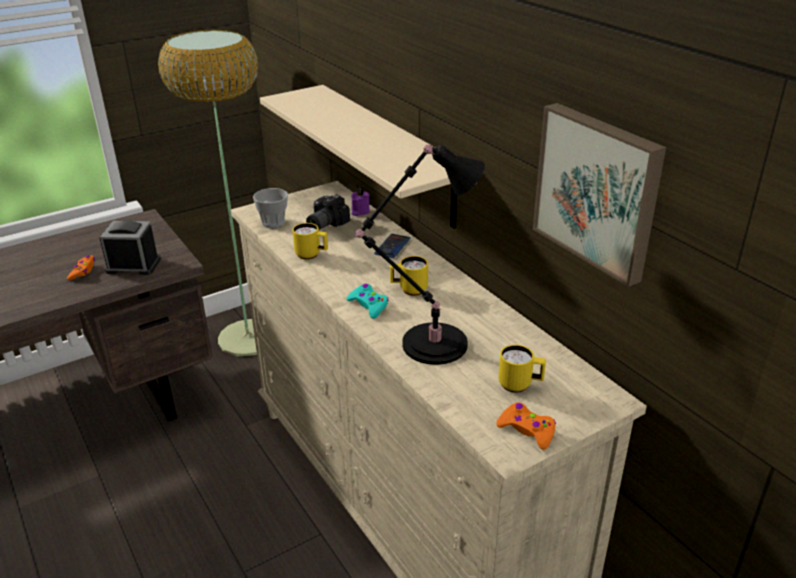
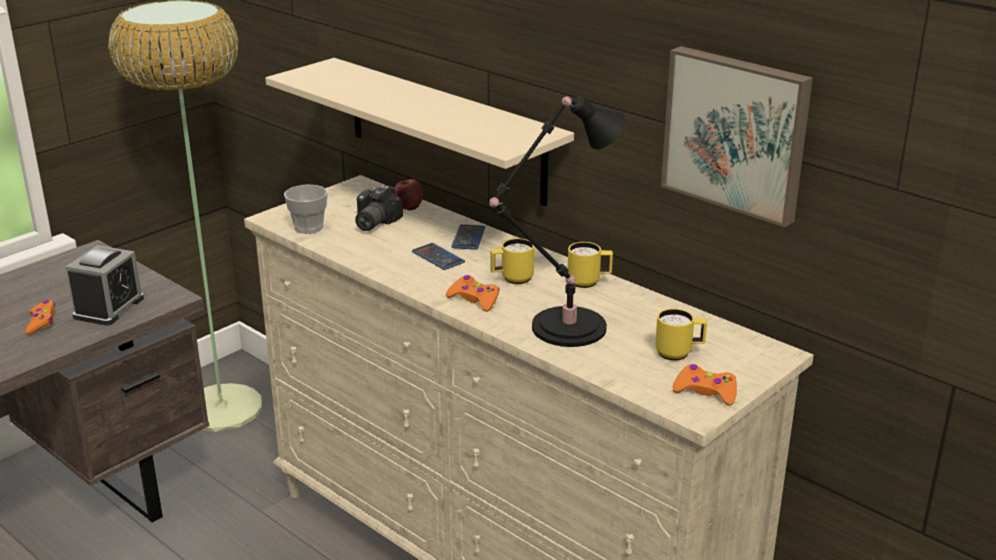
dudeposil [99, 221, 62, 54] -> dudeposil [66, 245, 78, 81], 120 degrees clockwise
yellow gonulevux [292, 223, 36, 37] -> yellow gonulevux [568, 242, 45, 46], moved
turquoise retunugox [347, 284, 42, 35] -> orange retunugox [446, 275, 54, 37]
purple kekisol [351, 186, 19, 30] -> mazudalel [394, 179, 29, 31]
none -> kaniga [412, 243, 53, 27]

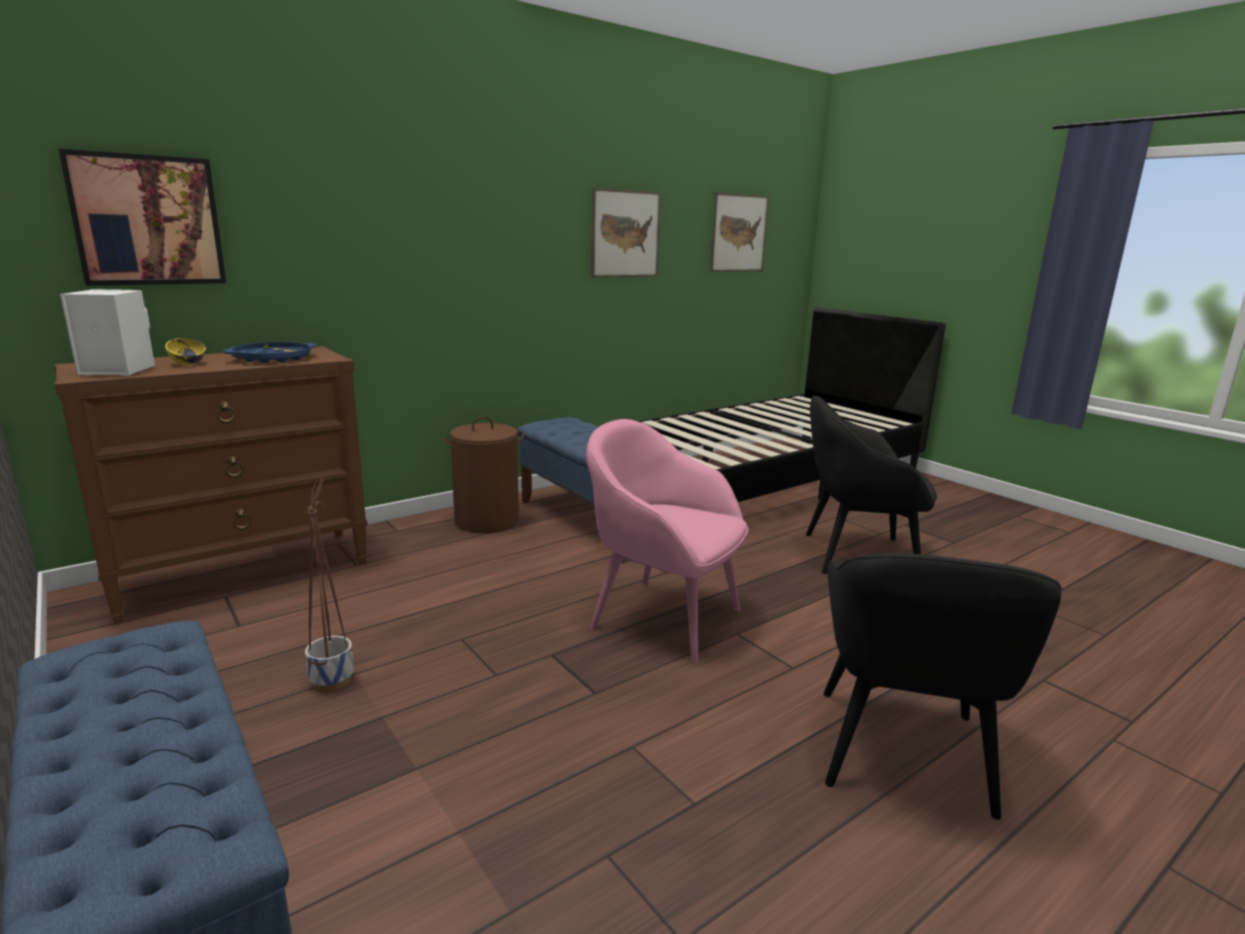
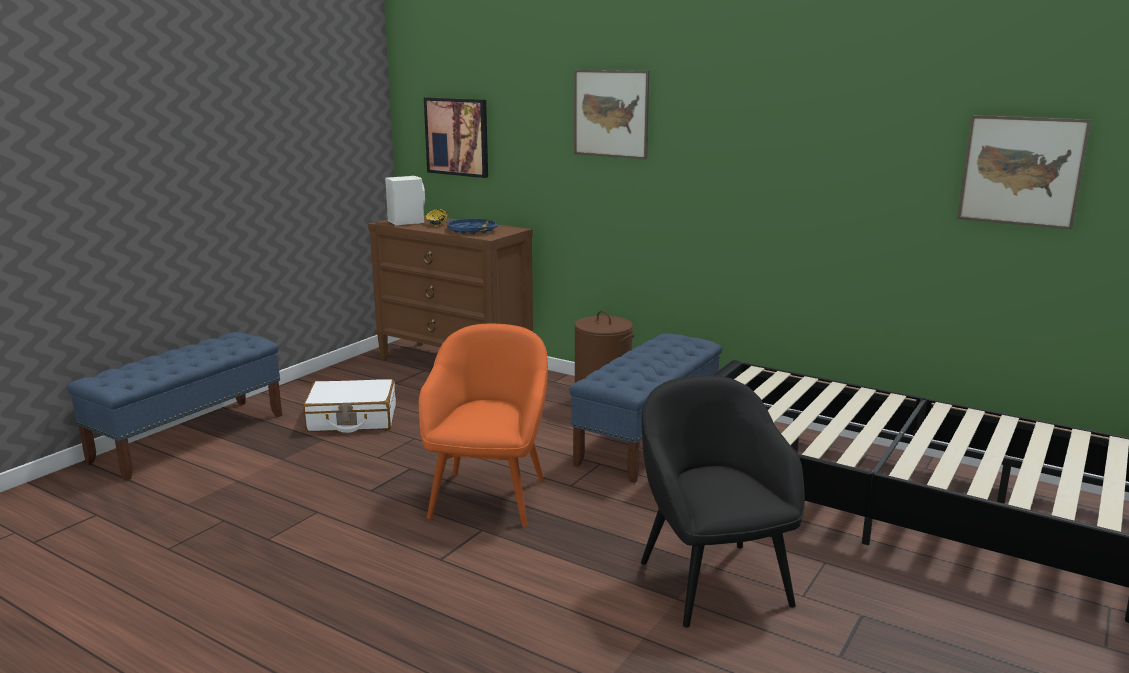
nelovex [305, 478, 49, 213] -> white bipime [303, 379, 93, 54]
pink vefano [586, 419, 163, 244] -> orange vefano [419, 324, 129, 203]
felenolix [591, 188, 70, 90] -> felenolix [574, 70, 75, 89], moved
black vefano [823, 553, 238, 267] -> none

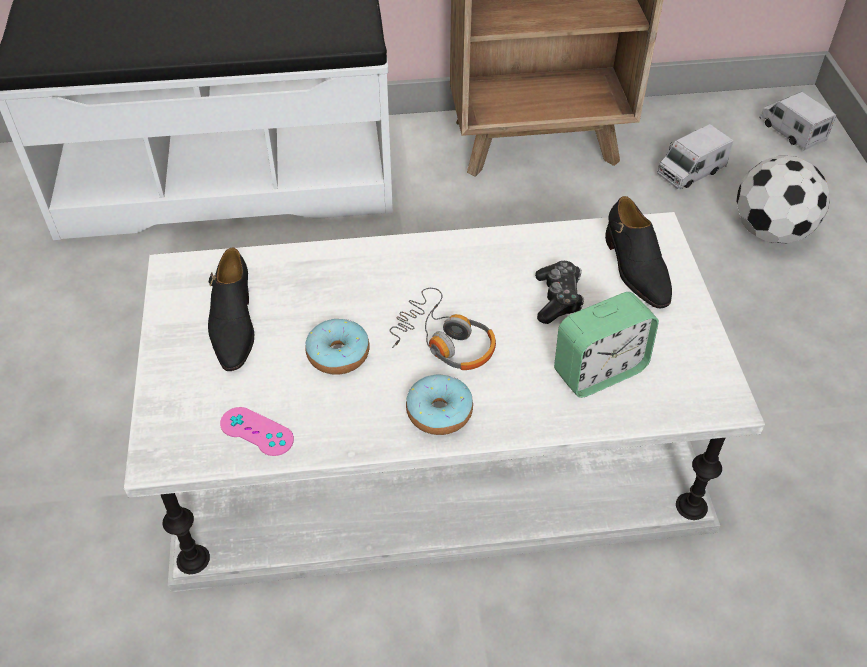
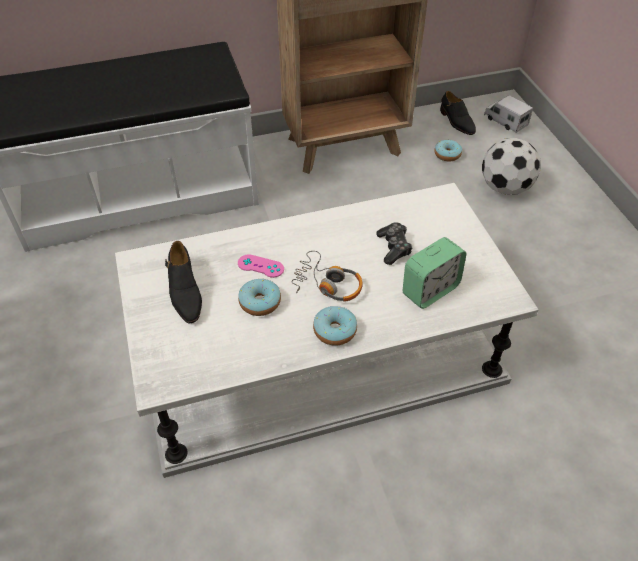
pink retunugox [220, 407, 74, 49] -> pink retunugox [238, 254, 46, 24], moved
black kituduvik [605, 196, 67, 112] -> black kituduvik [440, 91, 36, 44], moved
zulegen [657, 124, 76, 65] -> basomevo [434, 140, 28, 21]

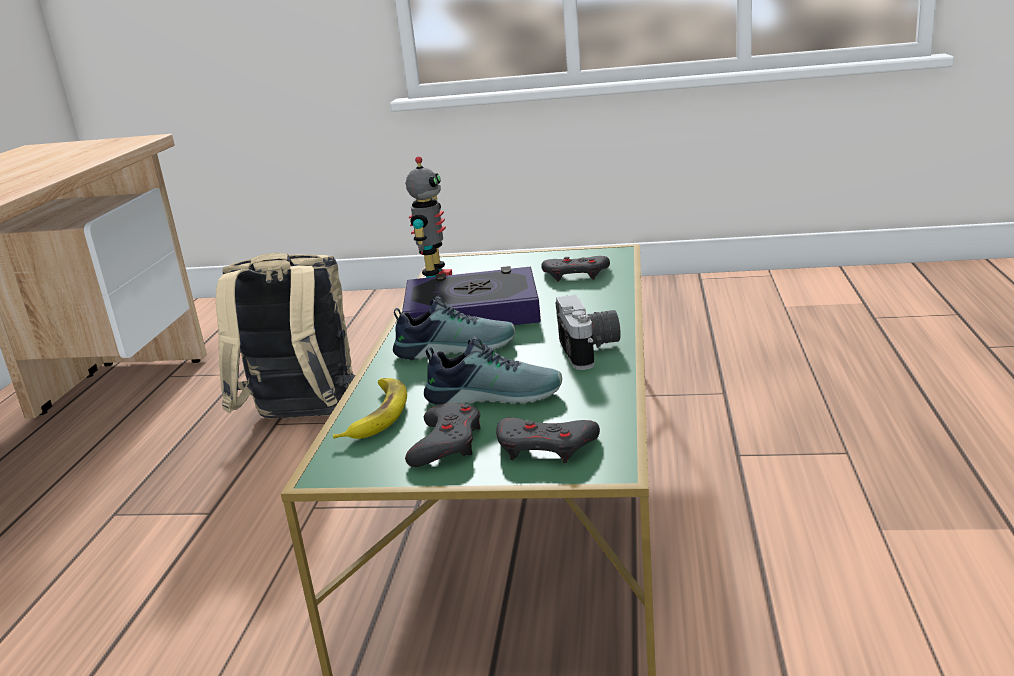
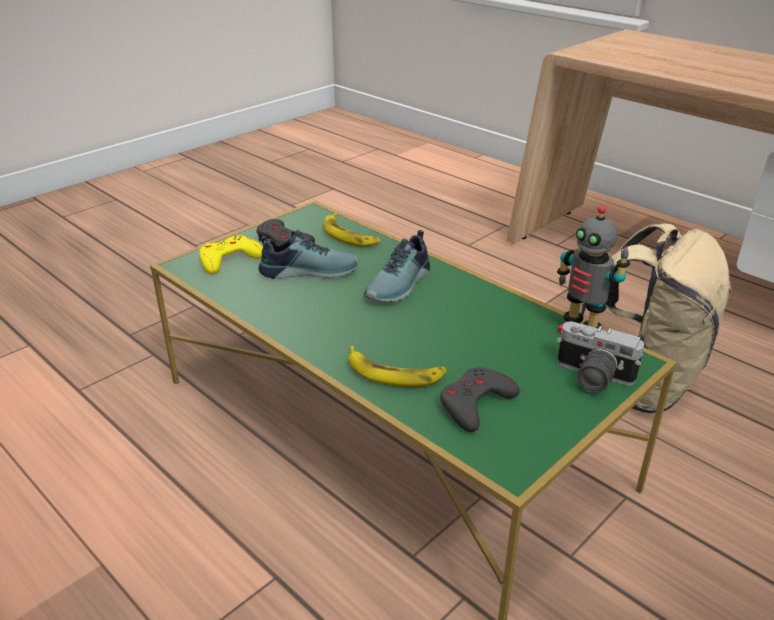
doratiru [402, 266, 139, 59] -> none
kituduvik [424, 336, 138, 69] -> kituduvik [259, 230, 99, 49], 135 degrees counterclockwise
grey retunugox [496, 417, 104, 46] -> yellow retunugox [199, 235, 64, 39]
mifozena [556, 294, 65, 76] -> mifozena [557, 321, 87, 72], moved
none -> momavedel [348, 346, 99, 41]

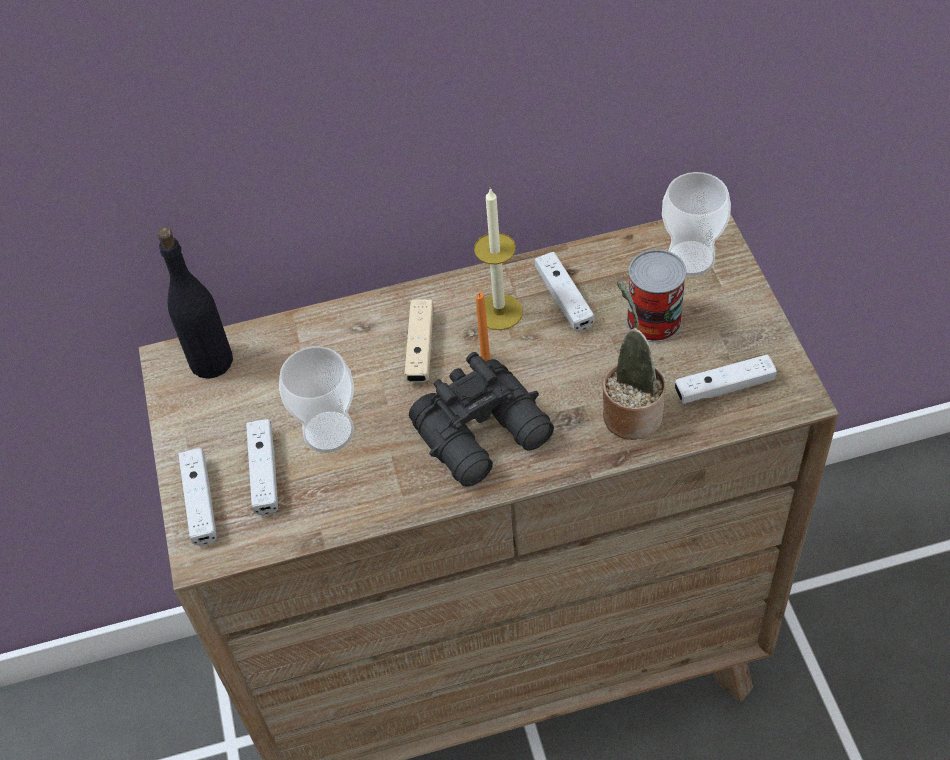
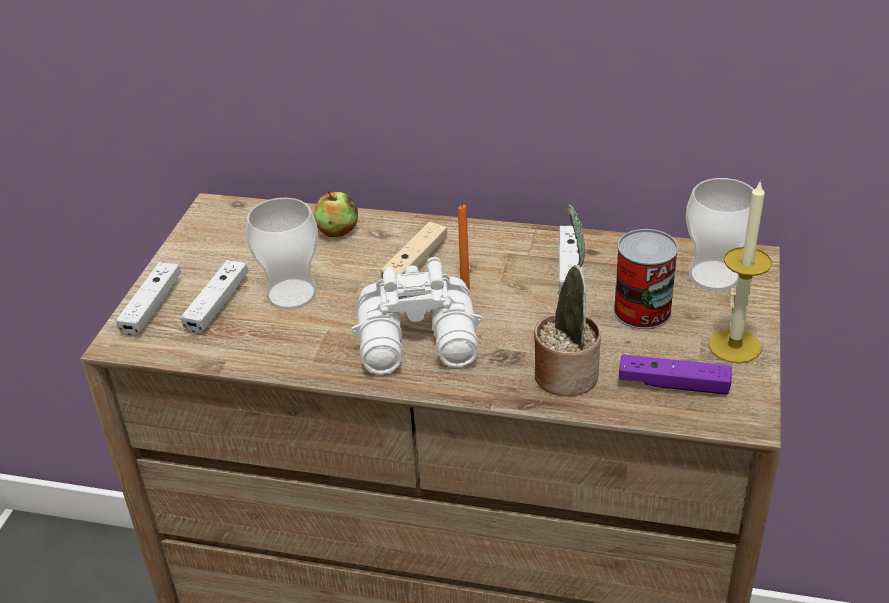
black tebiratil [157, 227, 76, 152] -> none
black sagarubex [409, 352, 145, 135] -> white sagarubex [351, 257, 132, 118]
kekisol [474, 187, 49, 143] -> kekisol [708, 180, 64, 183], moved
white retunugox [675, 355, 102, 49] -> purple retunugox [619, 354, 113, 41]
none -> mazudalel [314, 191, 44, 46]

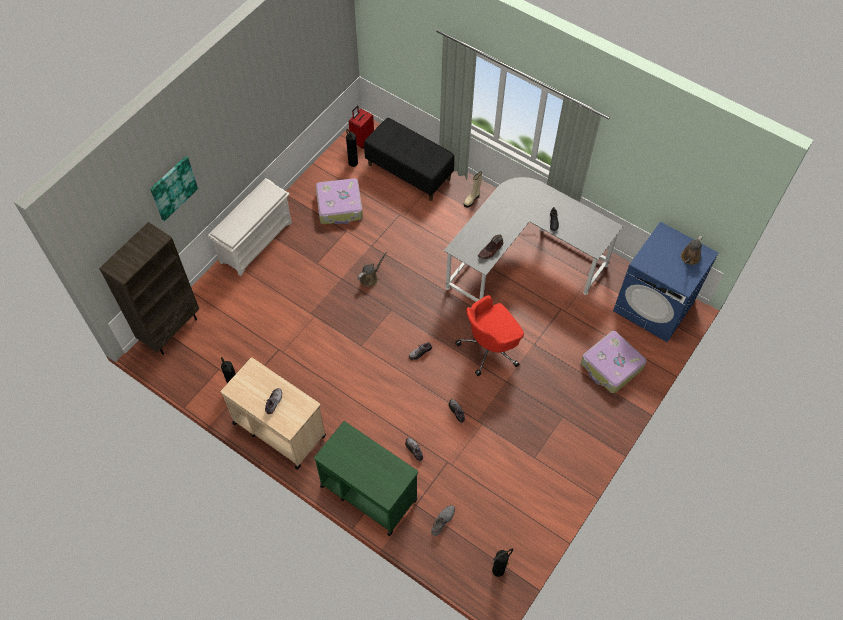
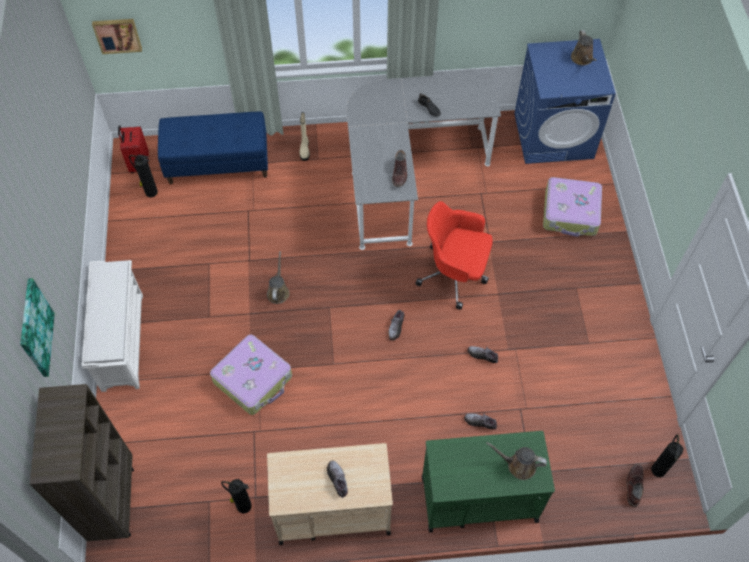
bipime [316, 178, 47, 46] -> bipime [210, 334, 82, 81], moved
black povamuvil [364, 118, 91, 83] -> blue povamuvil [158, 112, 110, 72]
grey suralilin [431, 505, 24, 31] -> none
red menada [455, 295, 69, 81] -> red menada [415, 201, 78, 109], 90 degrees clockwise
none -> felenolix [92, 19, 50, 35]
none -> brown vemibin [486, 442, 61, 38]
none -> brown suralilin [627, 464, 17, 43]

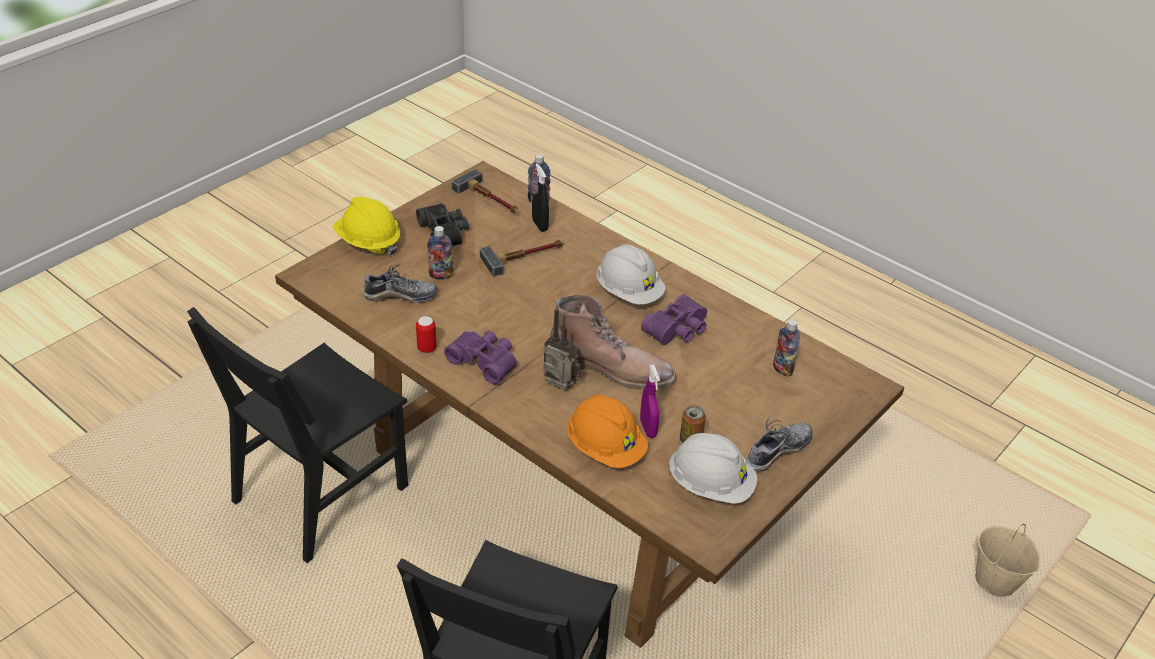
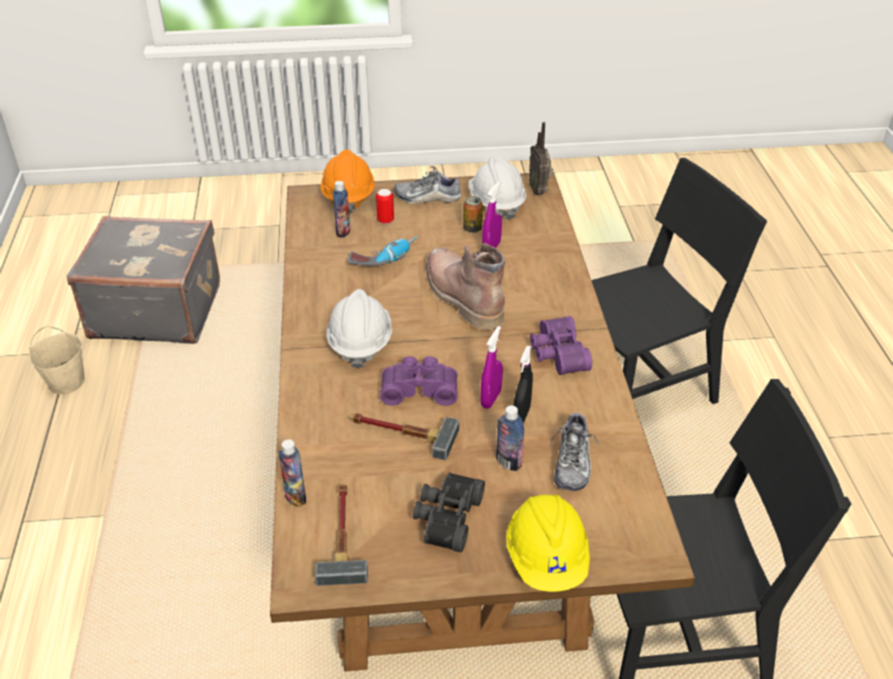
kituduvik [363, 263, 75, 40] -> kituduvik [550, 412, 50, 79], 120 degrees counterclockwise
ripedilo [416, 316, 21, 37] -> ripedilo [376, 189, 18, 35], moved
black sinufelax [532, 164, 17, 68] -> black sinufelax [514, 346, 19, 77], moved
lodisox [543, 309, 38, 81] -> lodisox [529, 122, 24, 73], moved
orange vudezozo [567, 395, 81, 73] -> orange vudezozo [321, 150, 54, 63], moved
purple sagarubex [641, 294, 66, 51] -> purple sagarubex [380, 356, 78, 50], moved
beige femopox [975, 524, 65, 73] -> beige femopox [28, 326, 57, 68], moved
none -> grey bipime [67, 216, 153, 128]
none -> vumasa [348, 236, 70, 30]
none -> purple sinufelax [480, 326, 23, 83]

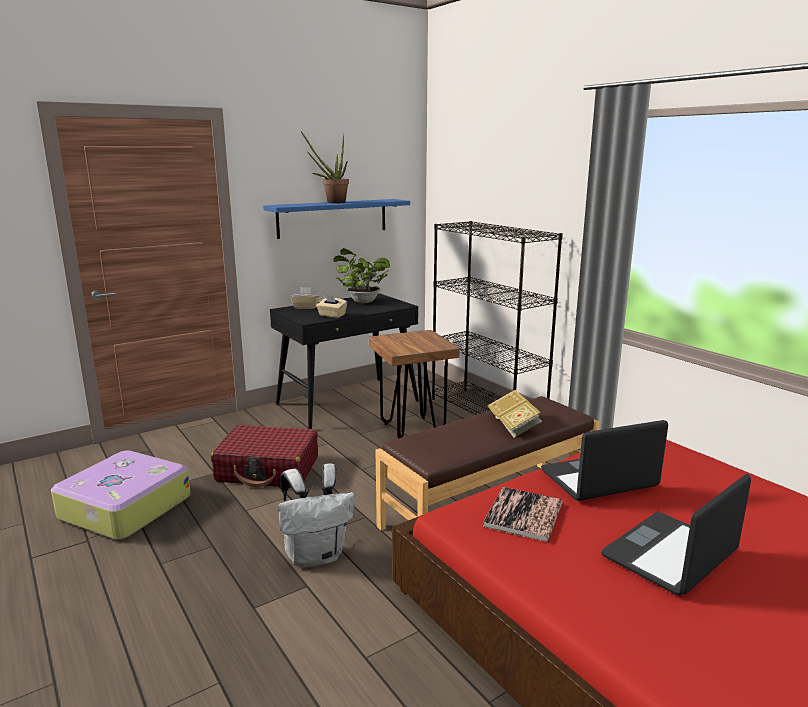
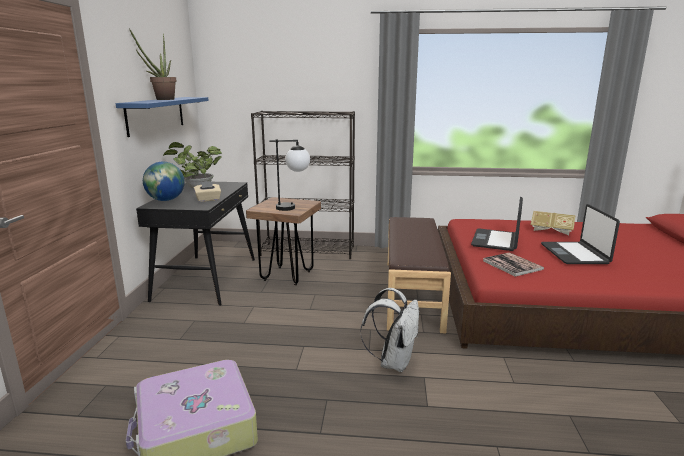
red bipime [211, 425, 107, 63] -> none
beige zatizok [291, 287, 29, 22] -> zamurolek [143, 162, 42, 39]
doratiru [487, 390, 55, 48] -> doratiru [531, 211, 45, 24], moved
none -> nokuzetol [269, 139, 41, 72]

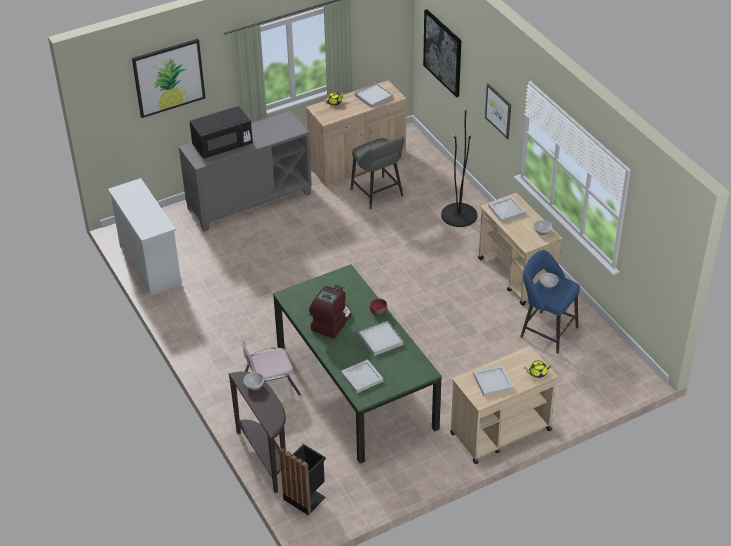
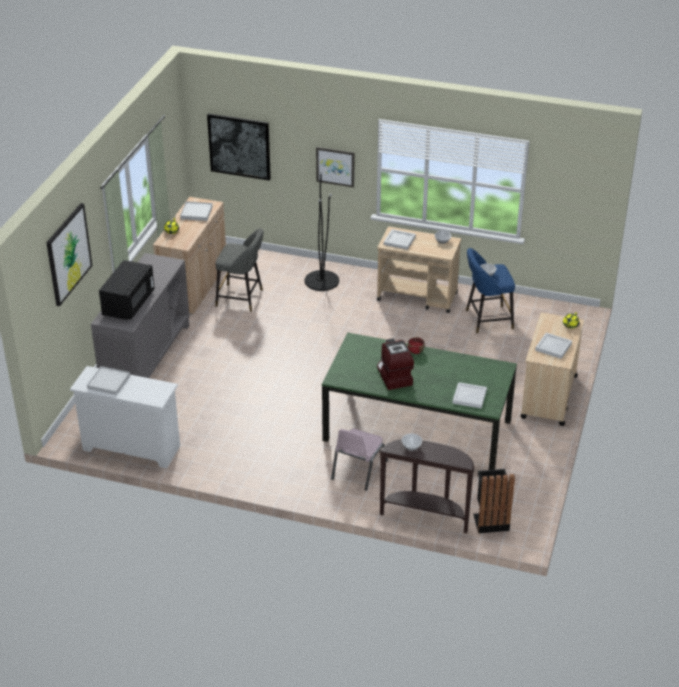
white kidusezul [359, 321, 44, 35] -> white kidusezul [87, 366, 43, 29], moved

